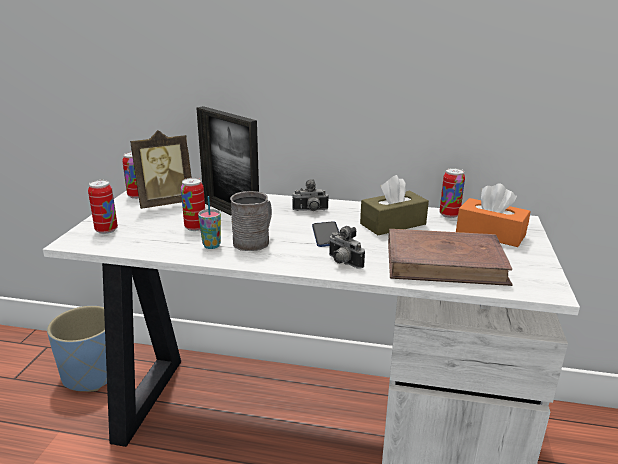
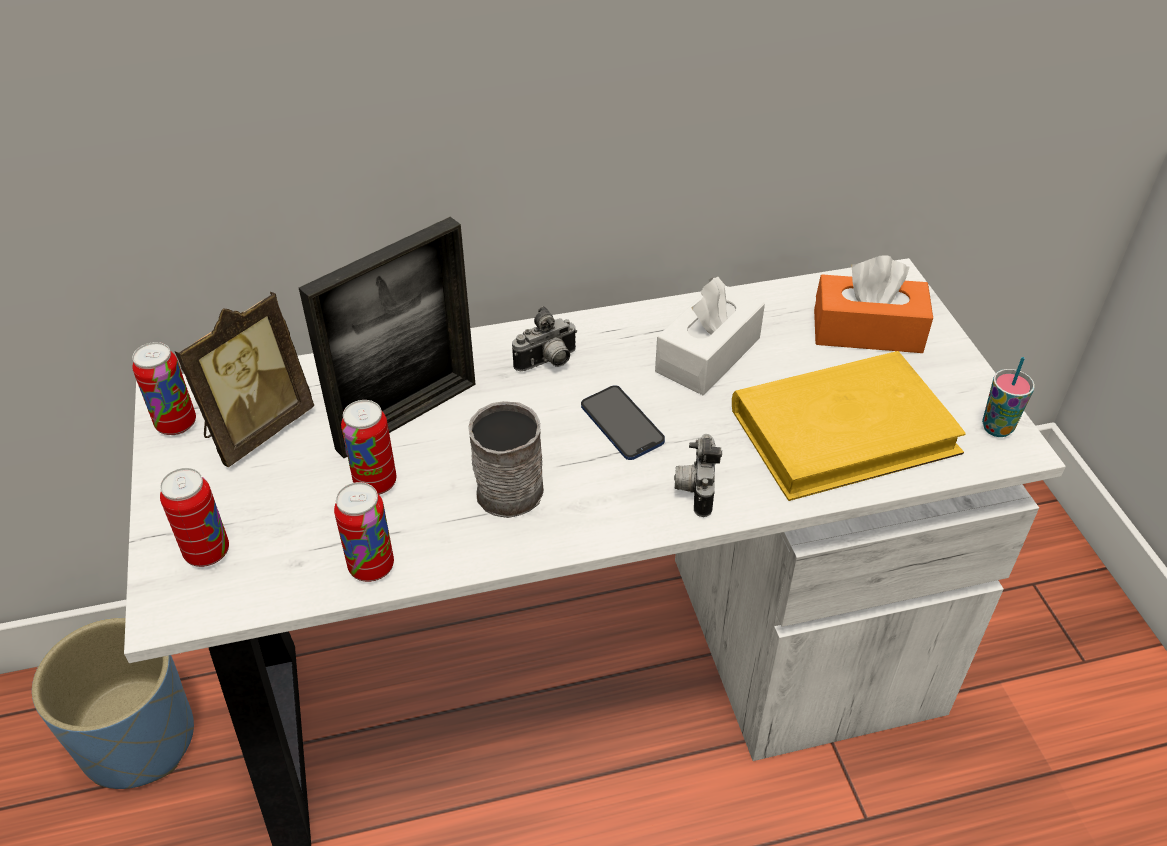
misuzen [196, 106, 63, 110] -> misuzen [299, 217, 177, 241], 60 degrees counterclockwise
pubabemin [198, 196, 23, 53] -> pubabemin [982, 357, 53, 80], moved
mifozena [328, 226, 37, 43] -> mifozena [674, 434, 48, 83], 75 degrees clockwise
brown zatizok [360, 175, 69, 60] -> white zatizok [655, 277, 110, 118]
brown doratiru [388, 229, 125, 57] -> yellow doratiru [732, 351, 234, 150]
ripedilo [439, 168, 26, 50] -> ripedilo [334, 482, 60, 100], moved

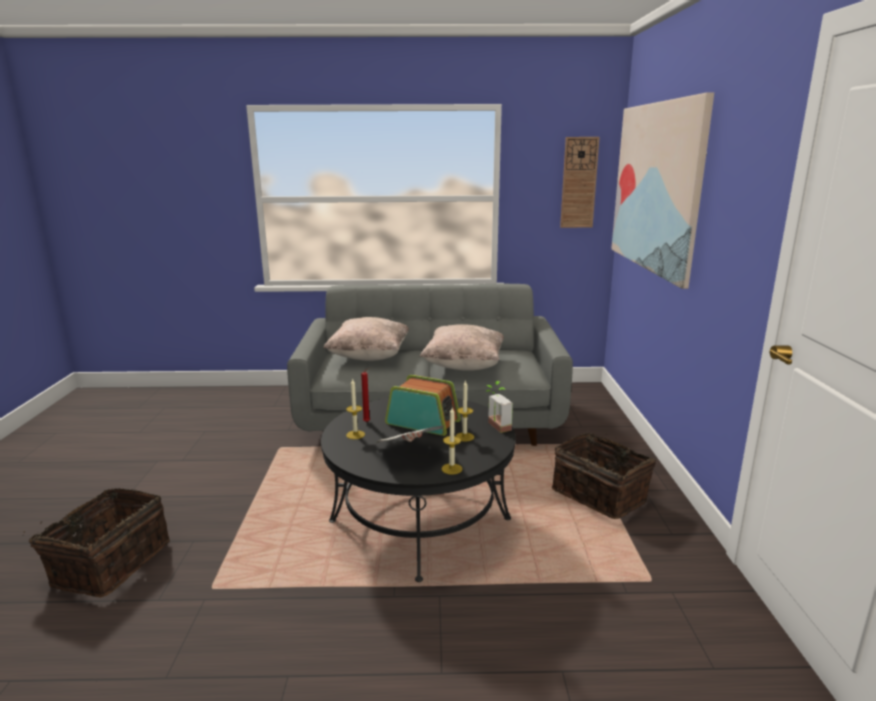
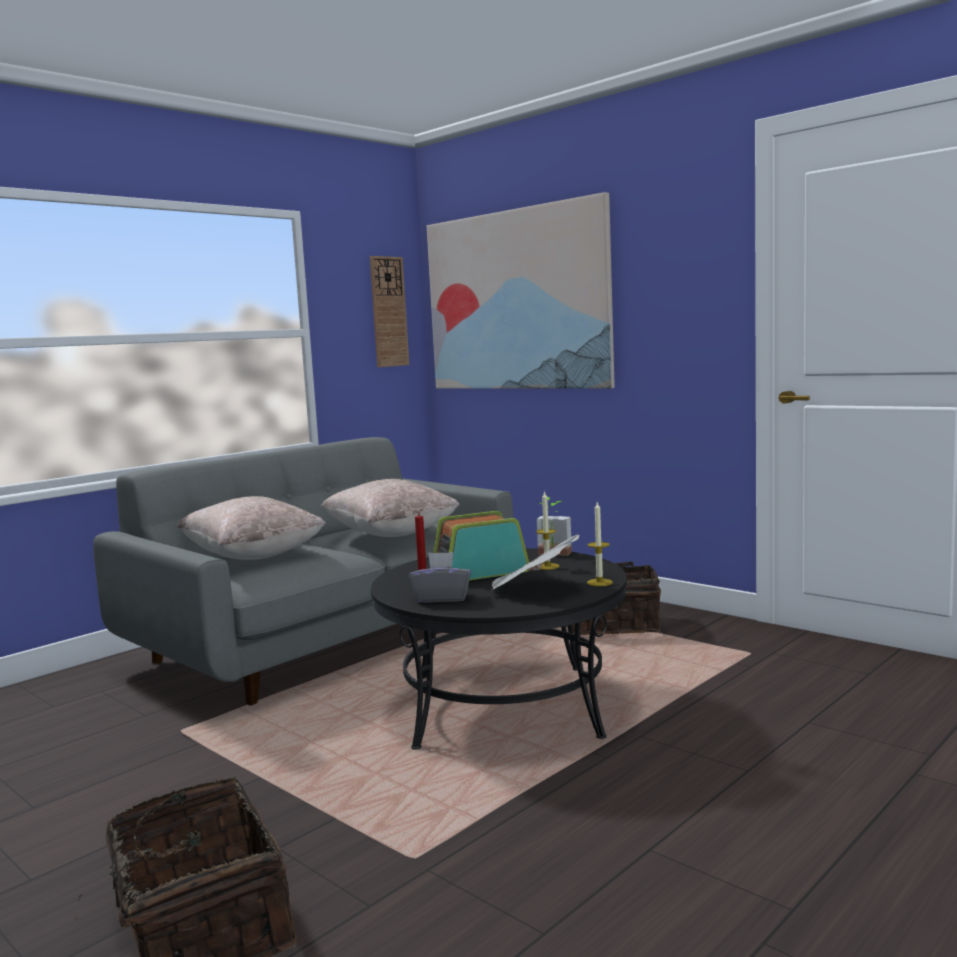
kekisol [346, 378, 19, 61] -> grey zatizok [409, 552, 62, 51]

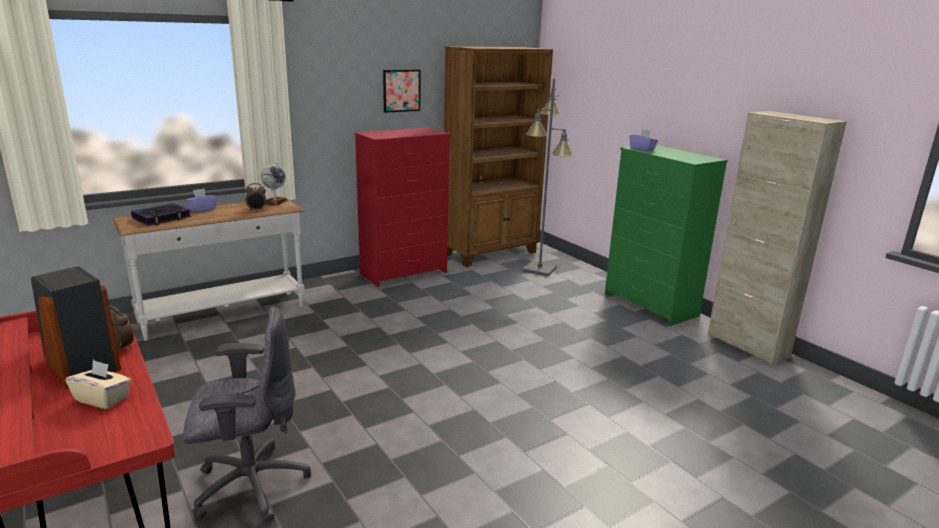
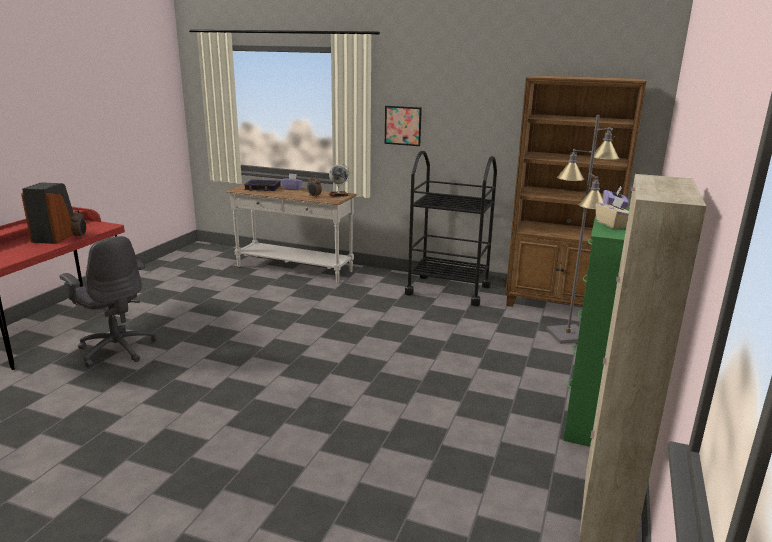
beige zatizok [66, 360, 65, 49] -> beige zatizok [595, 197, 34, 32], moved
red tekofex [355, 128, 96, 159] -> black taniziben [405, 151, 92, 155]
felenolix [383, 70, 37, 43] -> felenolix [385, 106, 37, 40], moved

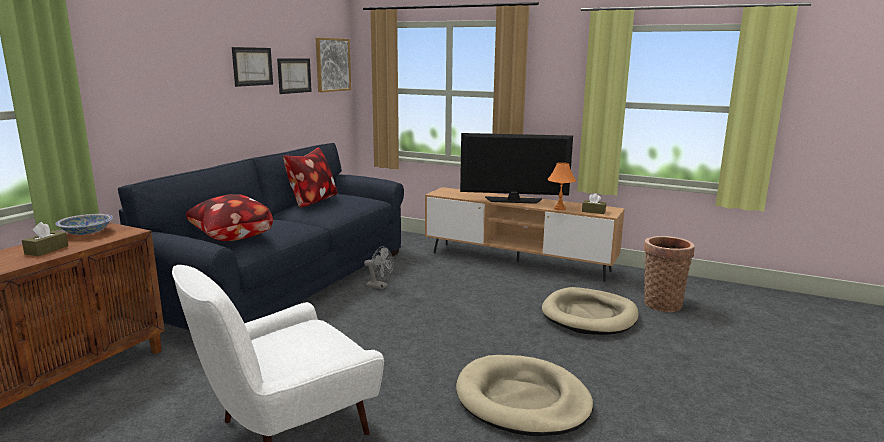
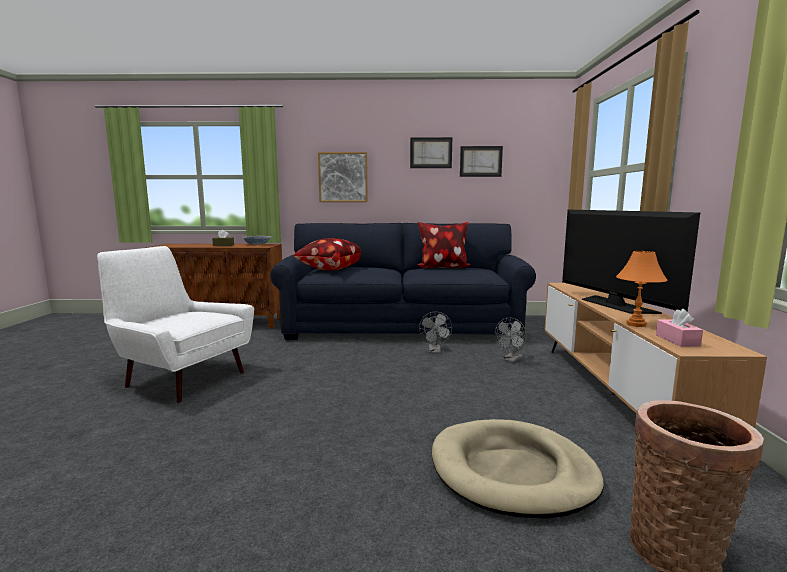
felenolix [316, 38, 35, 55] -> felenolix [318, 152, 50, 50], moved
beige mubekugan [456, 355, 137, 81] -> none
brown zatizok [582, 193, 24, 21] -> pink zatizok [656, 309, 47, 38]
none -> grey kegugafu [495, 317, 32, 46]

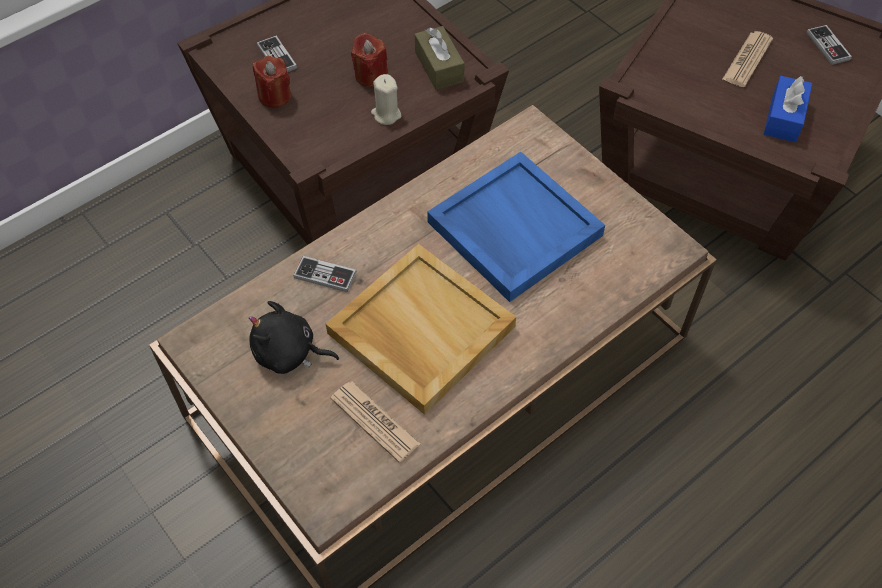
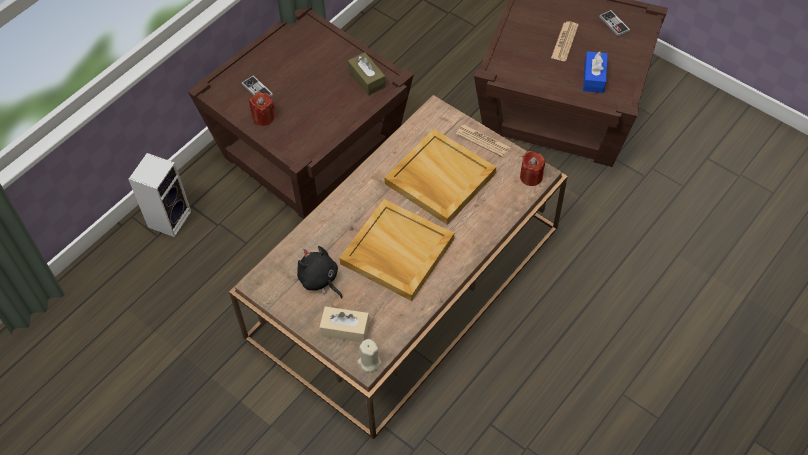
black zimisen [249, 301, 90, 73] -> black zimisen [297, 246, 45, 52], 45 degrees clockwise
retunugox [293, 256, 64, 37] -> none
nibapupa [330, 381, 91, 82] -> nibapupa [456, 125, 55, 32], moved
red kekisol [351, 32, 37, 55] -> red kekisol [520, 151, 25, 35], moved
beige kekisol [371, 74, 31, 51] -> beige kekisol [357, 339, 25, 33], moved
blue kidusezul [427, 152, 178, 150] -> beige kidusezul [384, 129, 112, 96]
none -> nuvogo [128, 153, 63, 84]
none -> beige zatizok [319, 306, 51, 37]

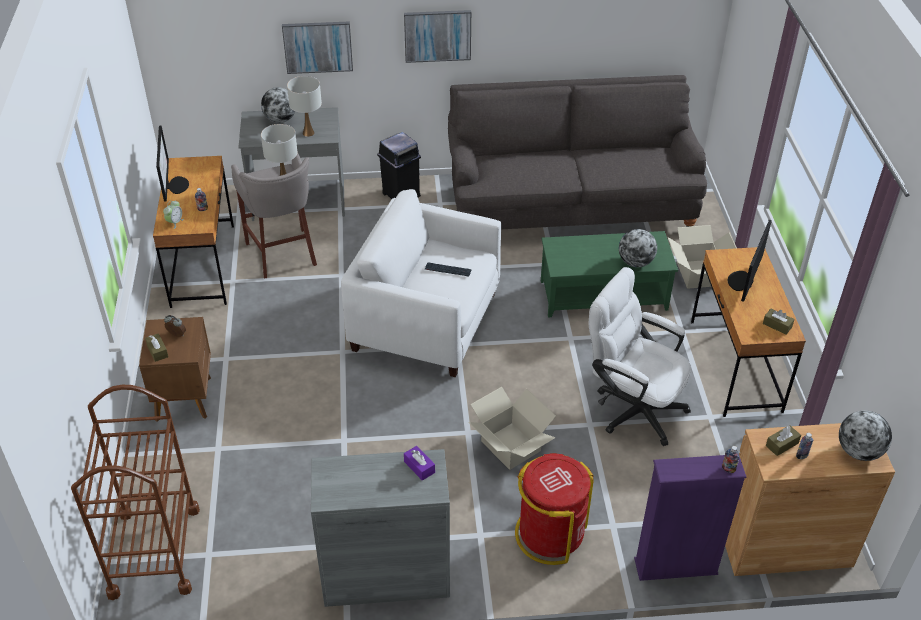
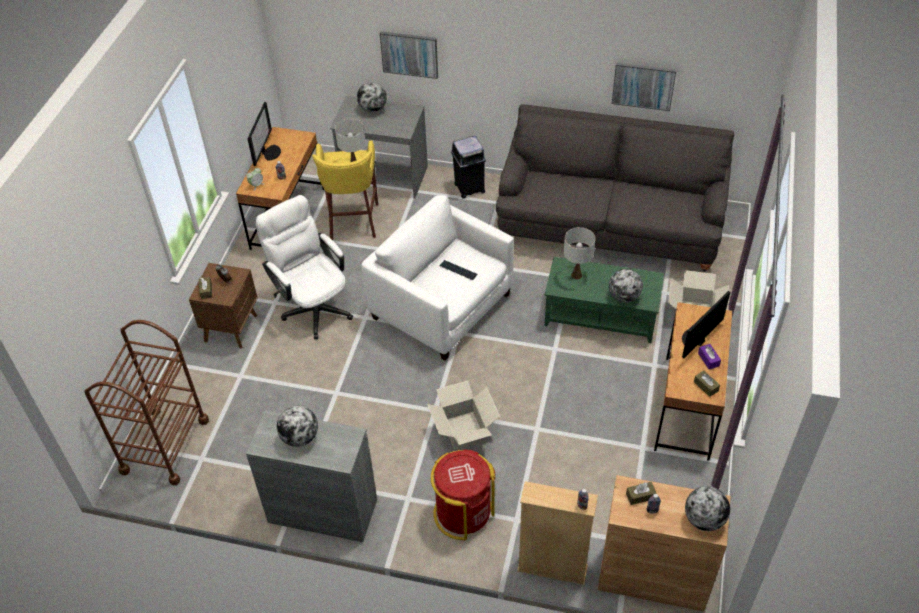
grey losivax [231, 153, 86, 125] -> yellow losivax [312, 140, 66, 100]
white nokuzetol [287, 76, 35, 61] -> white nokuzetol [564, 227, 32, 52], moved
felenolix [404, 10, 67, 53] -> felenolix [612, 63, 64, 48], moved
purple zatizok [404, 446, 31, 35] -> purple zatizok [698, 344, 23, 25], moved
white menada [589, 267, 102, 179] -> white menada [256, 195, 97, 144], moved
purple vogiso [634, 455, 112, 126] -> beige vogiso [517, 481, 81, 104]
none -> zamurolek [277, 406, 41, 41]

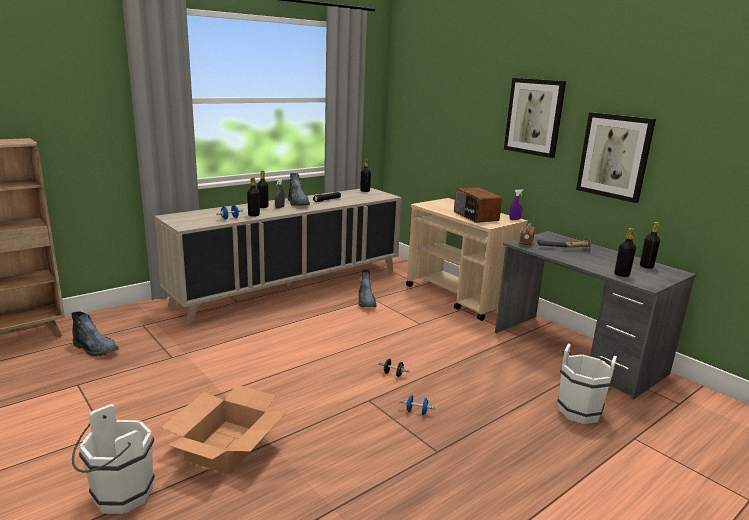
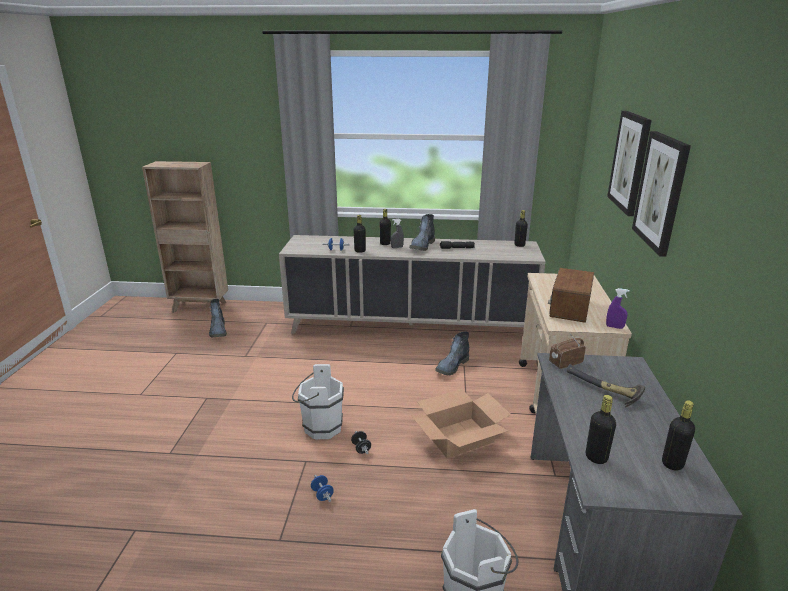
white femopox [72, 404, 83, 110] -> white femopox [292, 364, 52, 76], moved
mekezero [161, 385, 126, 90] -> mekezero [411, 389, 100, 69], moved
felenolix [576, 112, 80, 91] -> felenolix [607, 111, 45, 105], moved

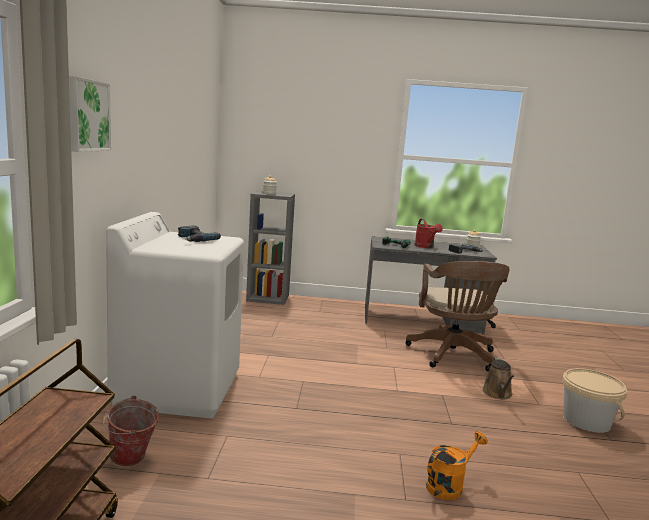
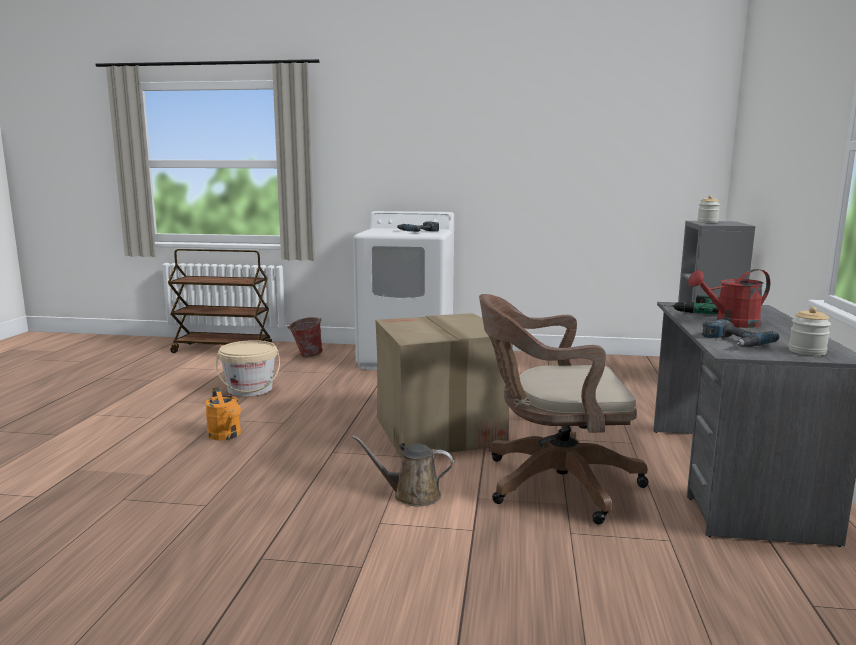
felenolix [69, 76, 42, 76] -> none
beige femopox [562, 368, 65, 65] -> beige femopox [216, 340, 64, 57], moved
none -> mekezero [375, 313, 138, 145]

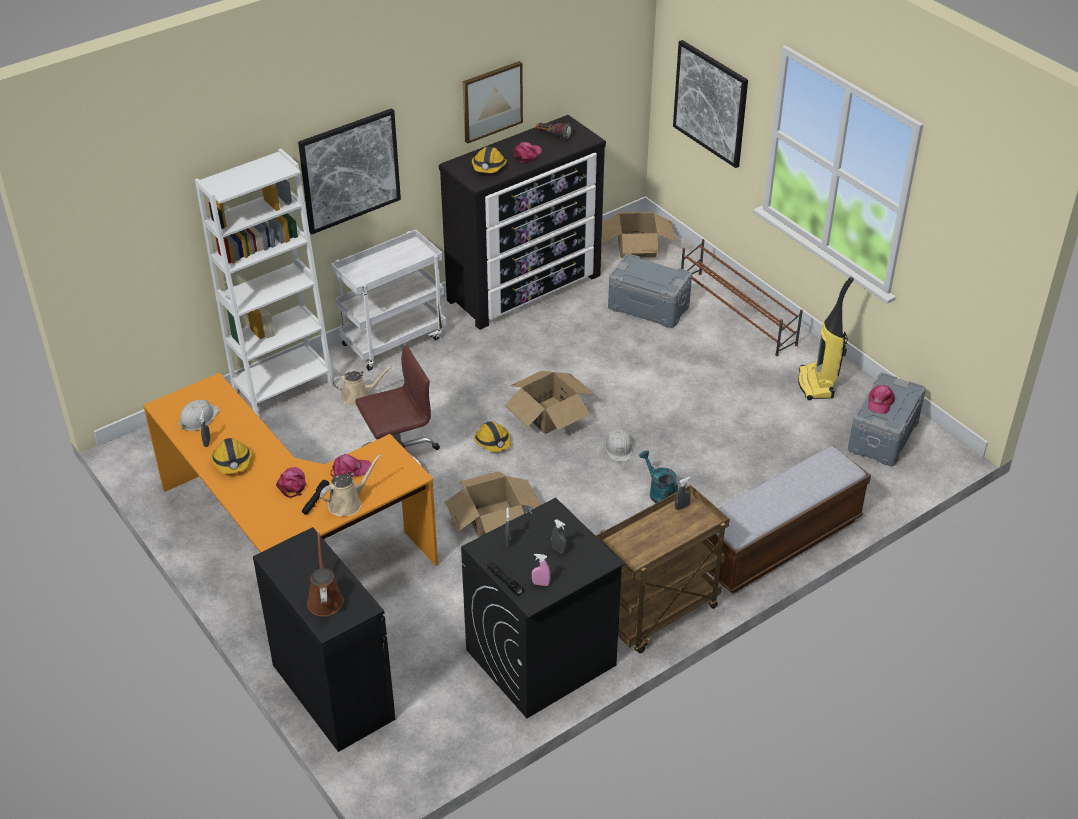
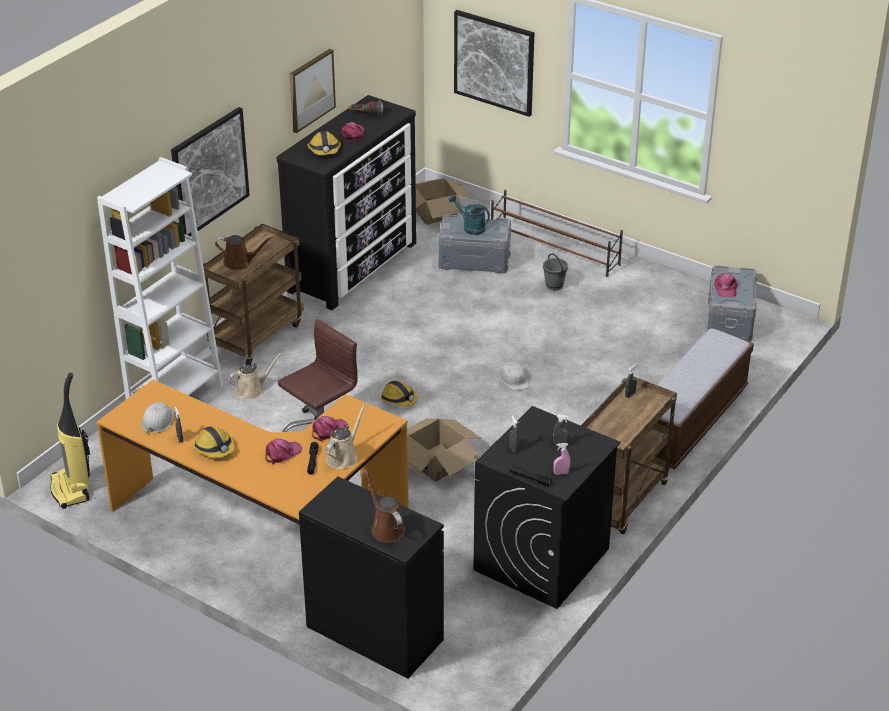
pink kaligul [276, 467, 30, 31] -> pink kaligul [265, 438, 37, 27], 75 degrees clockwise
white taniziben [331, 230, 115, 141] -> brown taniziben [203, 224, 101, 141]
mekezero [505, 371, 89, 63] -> none
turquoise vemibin [639, 450, 39, 53] -> turquoise vemibin [448, 194, 42, 41], moved
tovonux [798, 277, 56, 123] -> tovonux [50, 373, 40, 136], moved
none -> brown vemibin [215, 235, 58, 35]
none -> grey femopox [543, 253, 25, 38]

